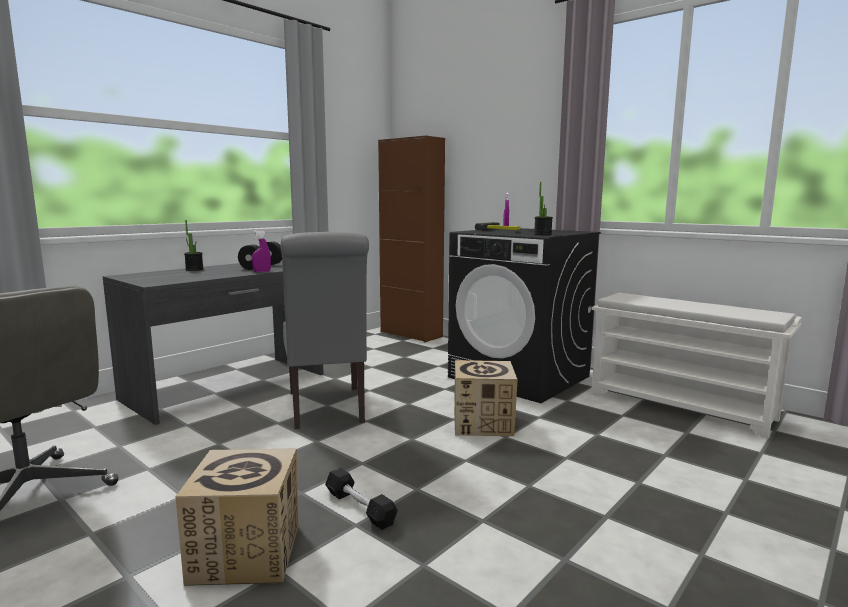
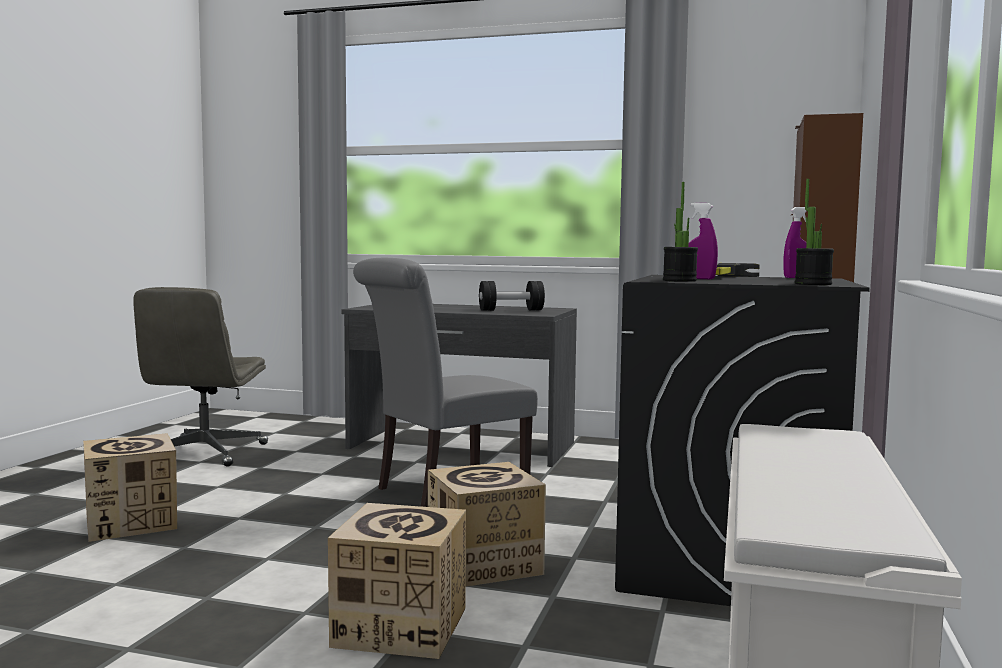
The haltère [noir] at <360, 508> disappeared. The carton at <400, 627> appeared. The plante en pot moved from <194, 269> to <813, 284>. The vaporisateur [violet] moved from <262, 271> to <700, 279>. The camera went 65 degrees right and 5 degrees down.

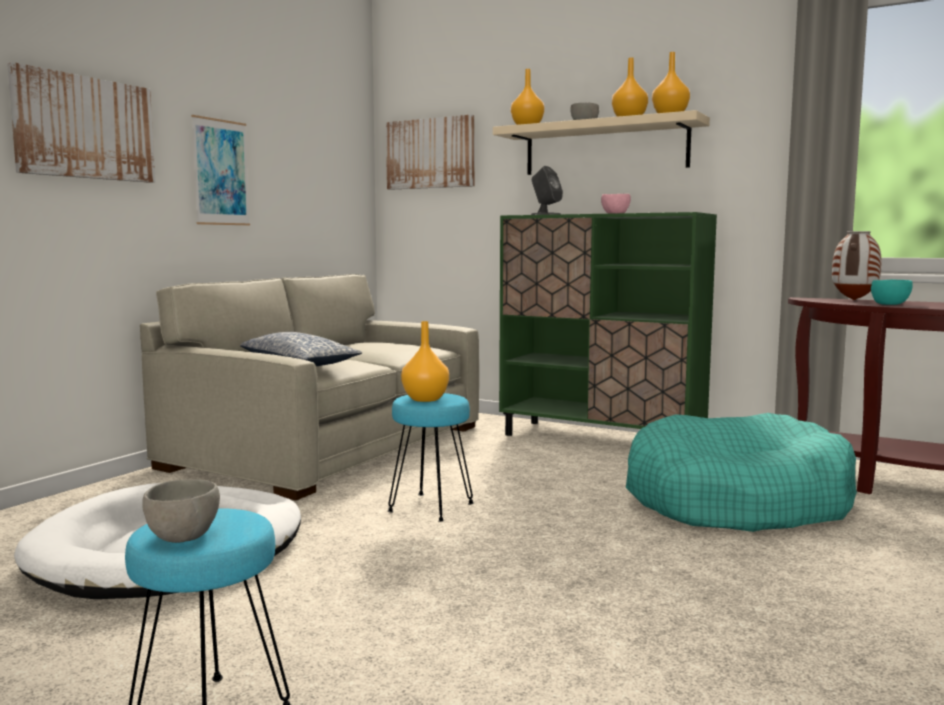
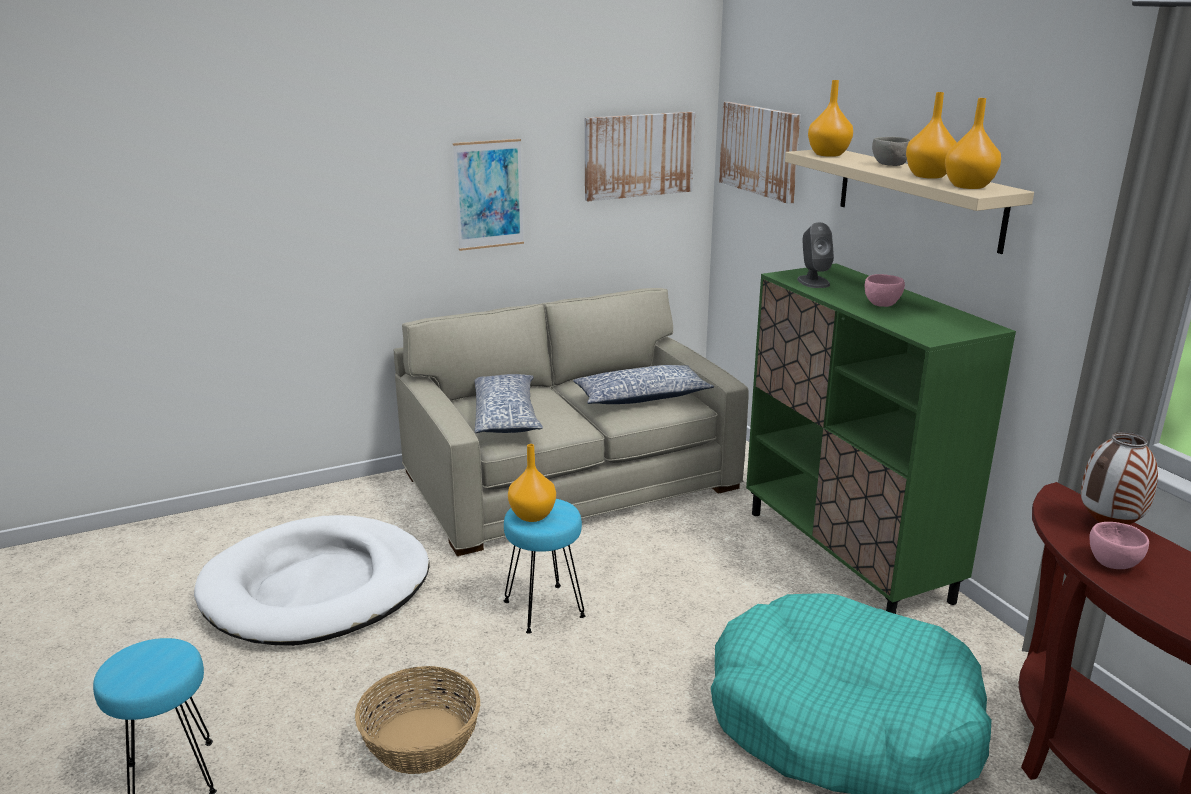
The bol [gris] at <181, 536> disappeared. The panier at <421, 739> appeared. The coussin at <641, 397> appeared. The tableau moved from <85, 128> to <638, 155>. The bol [turquoise] at <889, 304> became the bol [rose] at <1113, 562>. The camera went 35 degrees right and 15 degrees up.

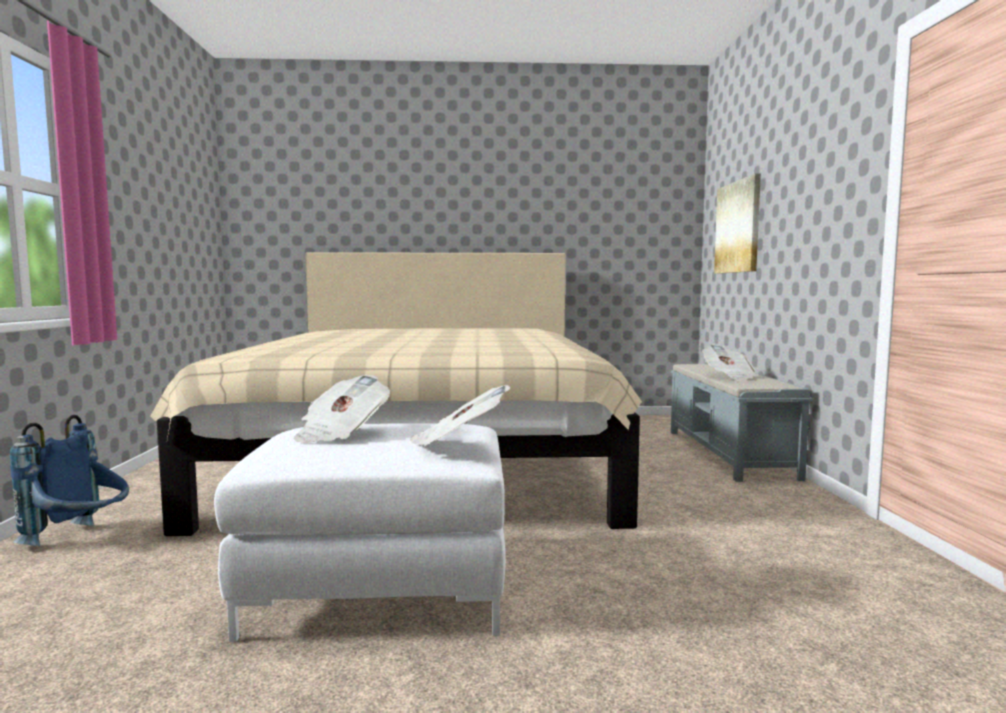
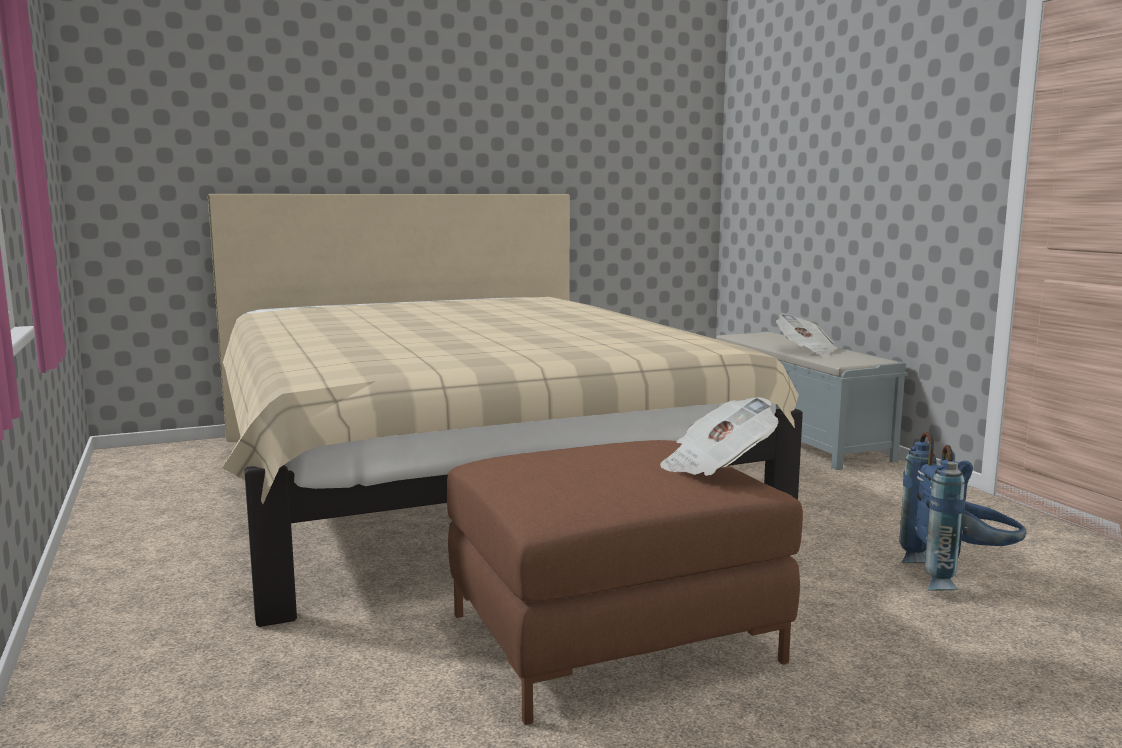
The journal at <341, 433> disappeared. The tableau at <738, 227> disappeared. The sac à dos [bleu] moved from <81, 539> to <958, 578>. The pouf [blanc] at <383, 586> became the pouf [marron] at <613, 637>. The camera went 20 degrees left and 5 degrees up.

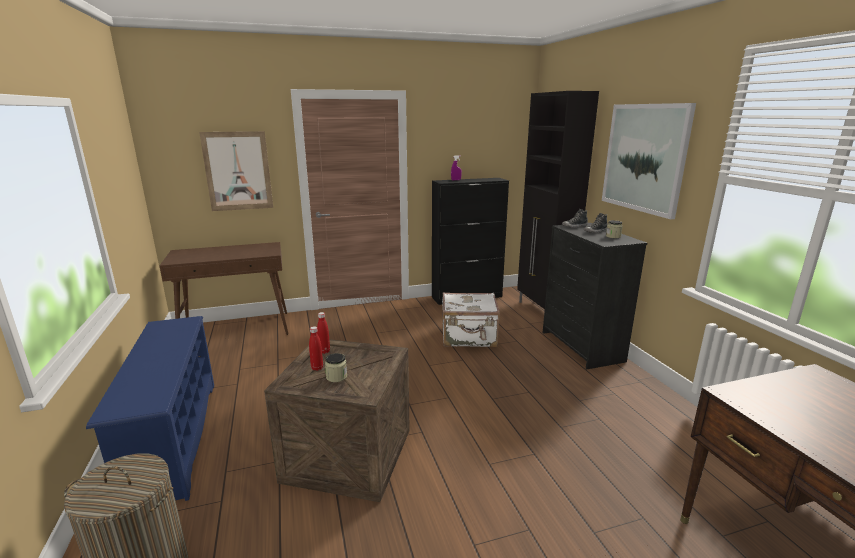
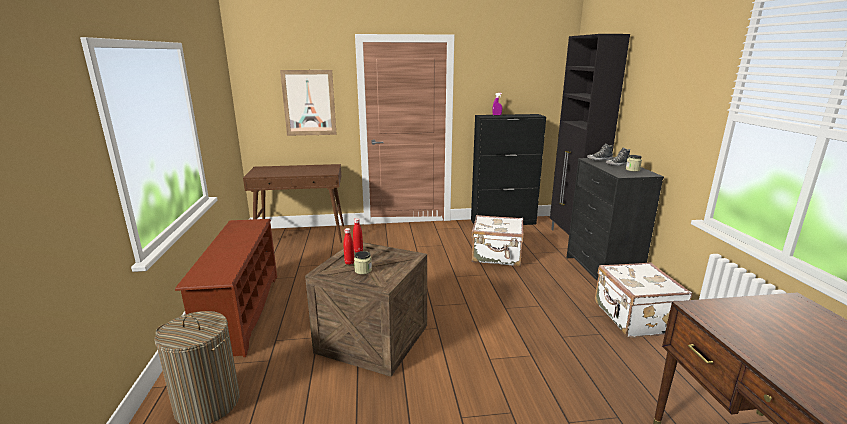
The tableau at <644, 158> disappeared. The valise [blanc] at <634, 318> appeared. The étagère à chaussures [bleu] at <173, 437> became the étagère à chaussures [marron] at <241, 312>. The camera went 10 degrees right and 0 degrees up.

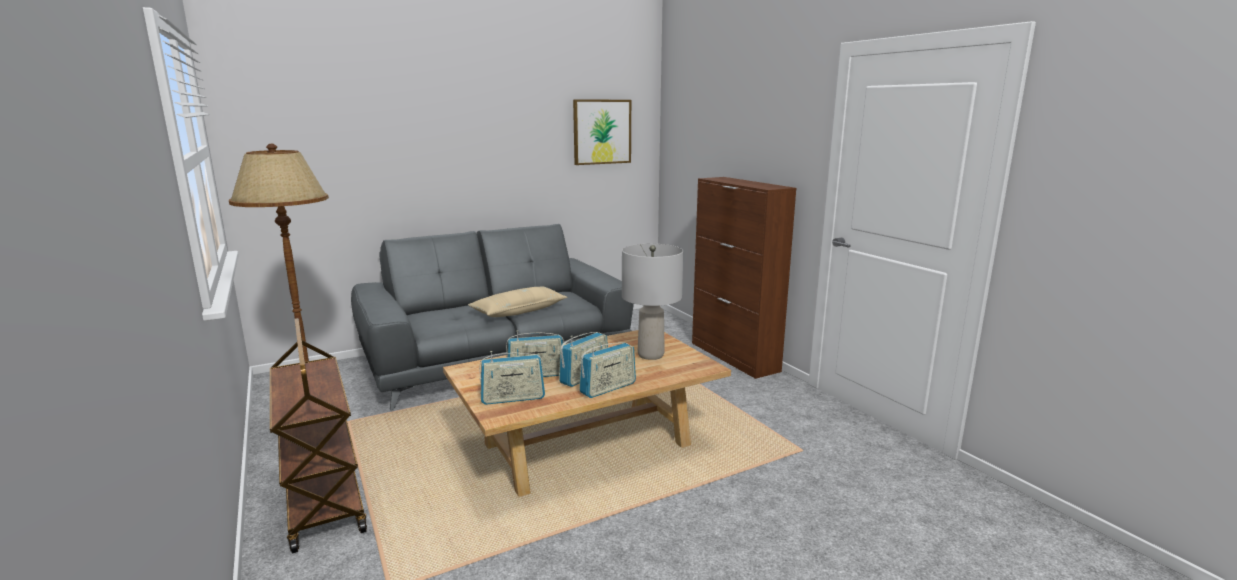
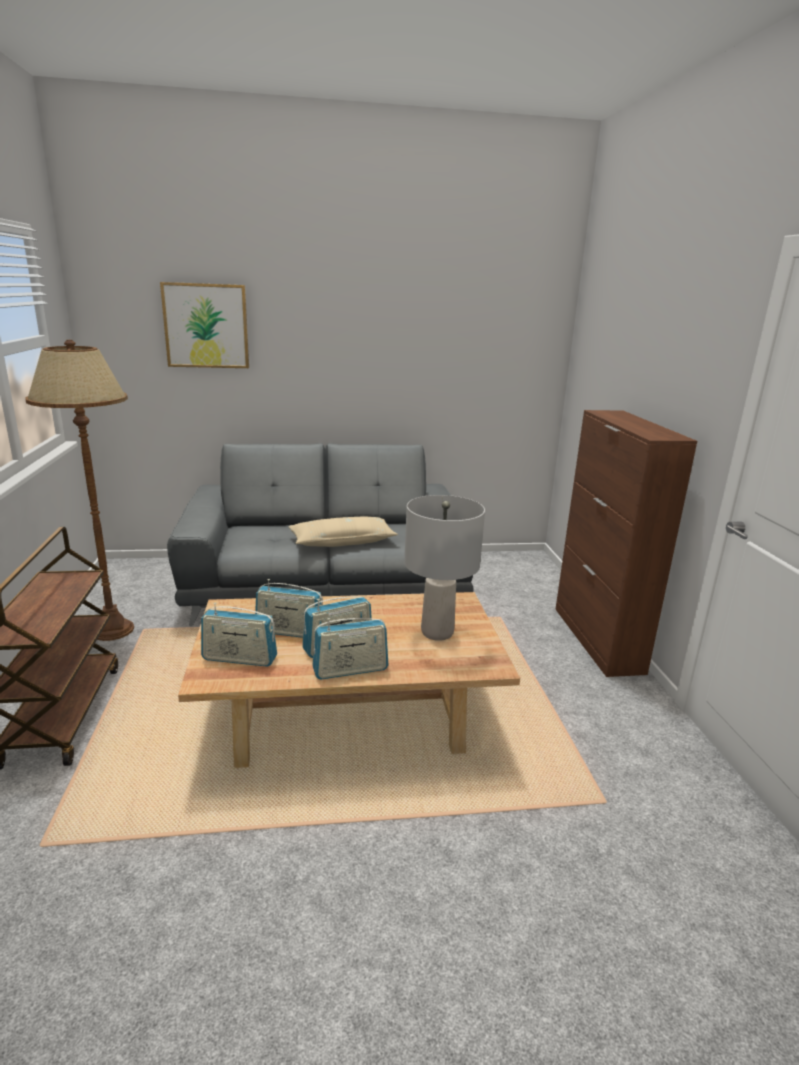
The tableau moved from <602, 132> to <206, 326>. The camera went 20 degrees right and 5 degrees up.

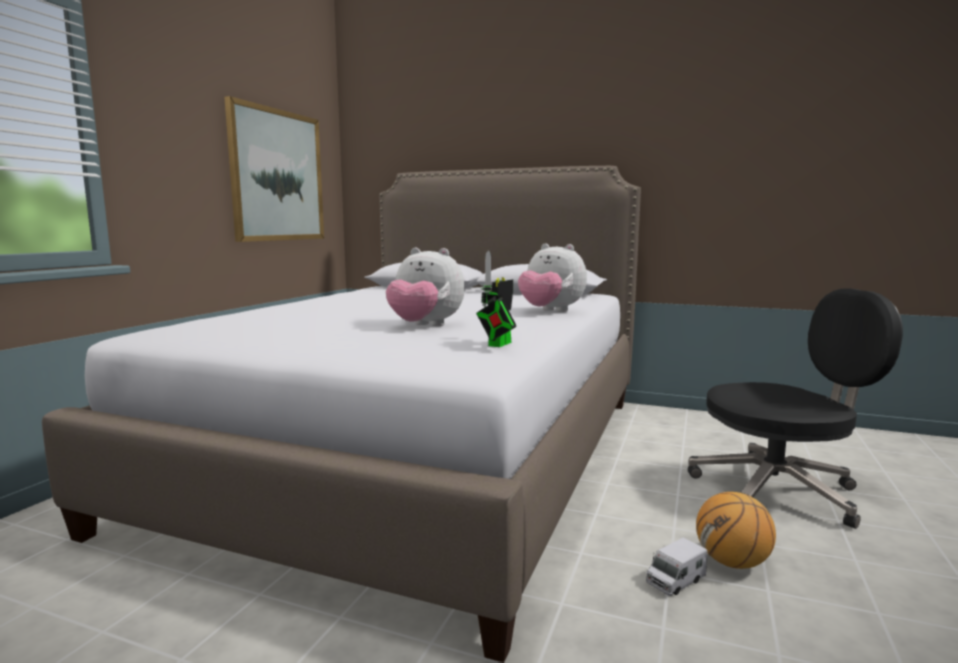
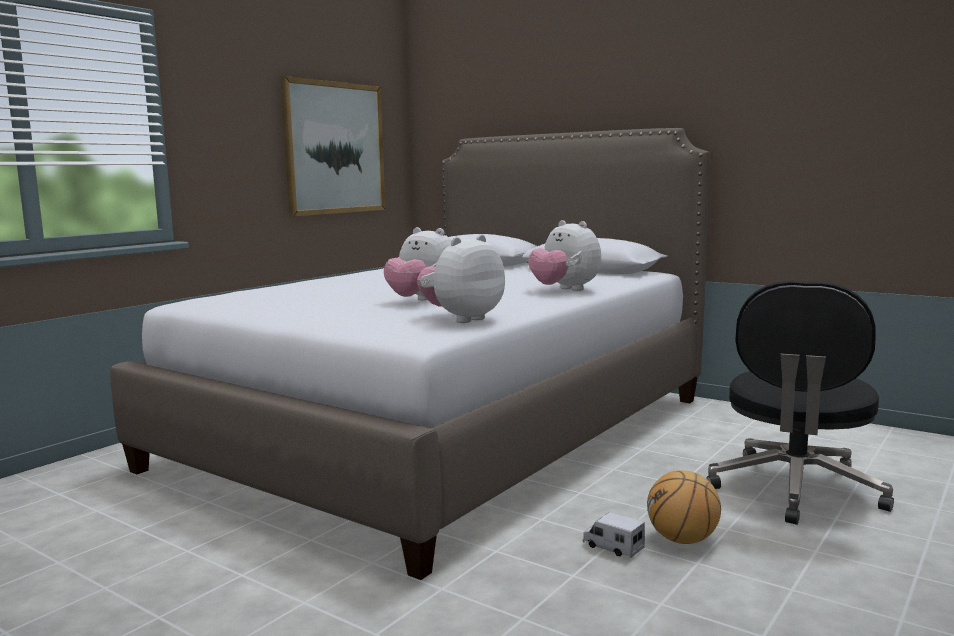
The robot jouet at <497, 345> was replaced by the peluche at <462, 319>. The camion jouet at <675, 581> turned 60 degrees clockwise. The chaise de bureau [noir] at <779, 491> turned 105 degrees clockwise. The camera went 15 degrees right and 0 degrees up.

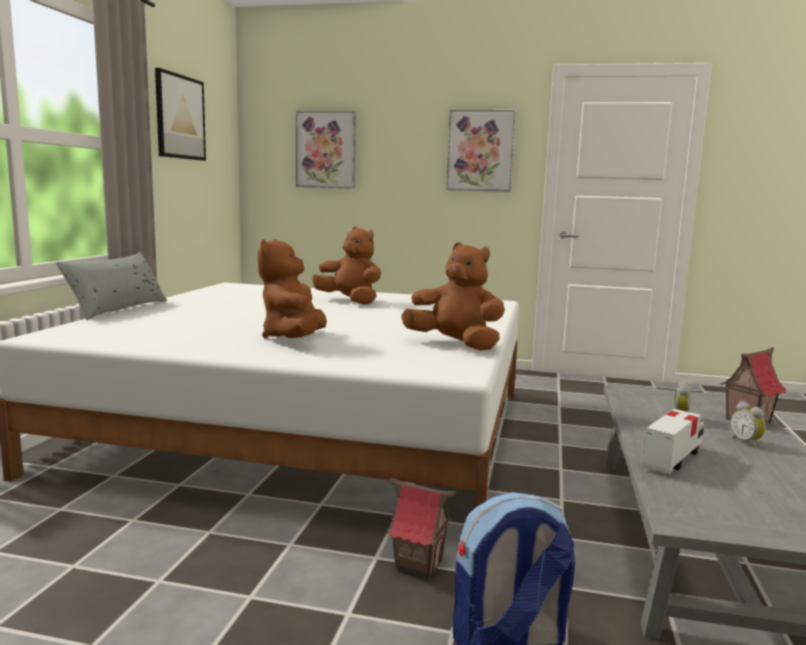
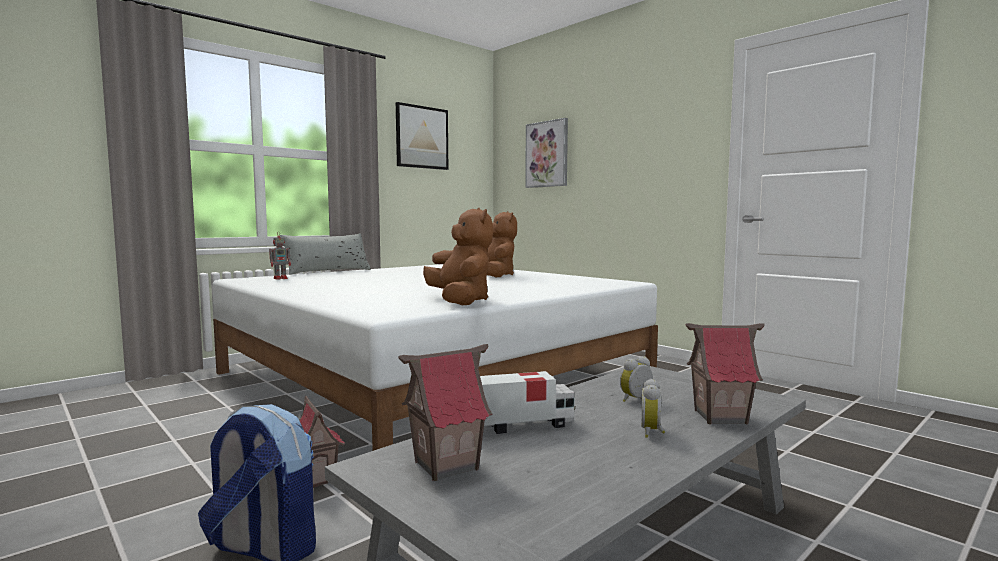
The peluche [marron] at <294, 339> disappeared. The tableau at <480, 151> disappeared. The robot jouet at <281, 278> appeared. The maison miniature at <445, 465> appeared. The camera went 35 degrees right and 5 degrees down.

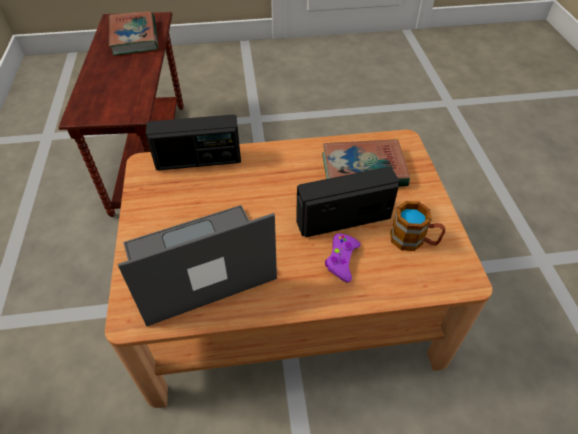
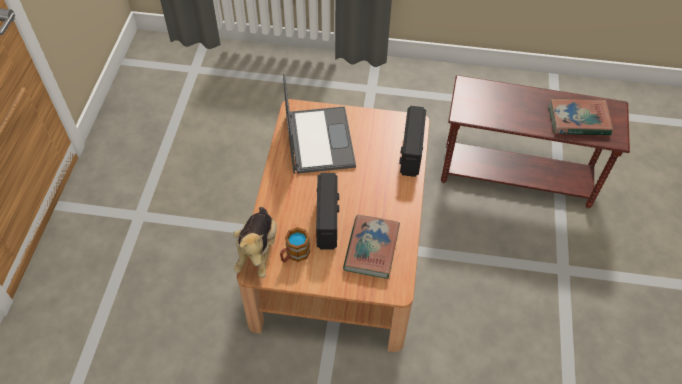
The manette [violet] at <341, 260> disappeared. The peluche at <258, 251> appeared. The camera went 105 degrees right and 5 degrees up.

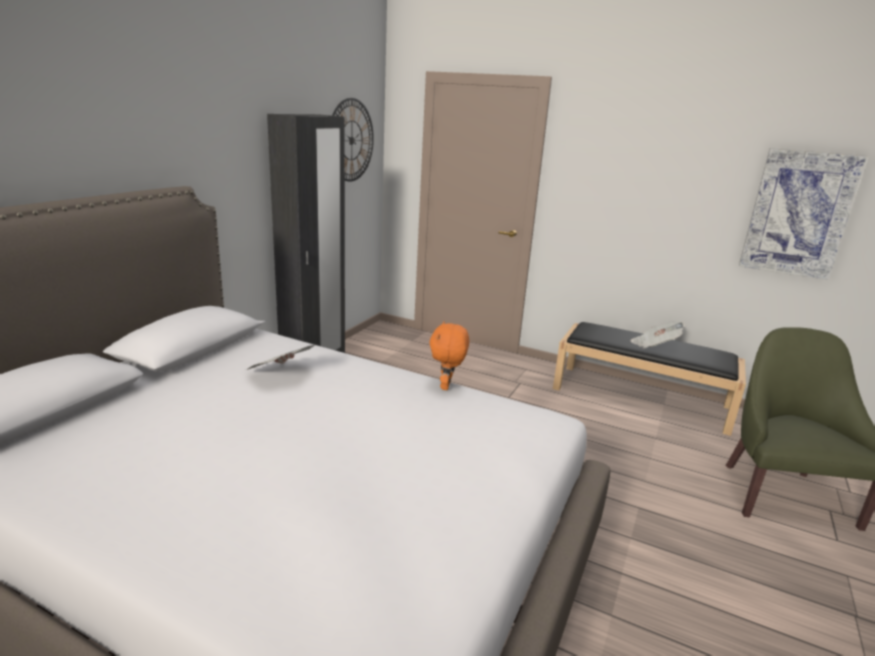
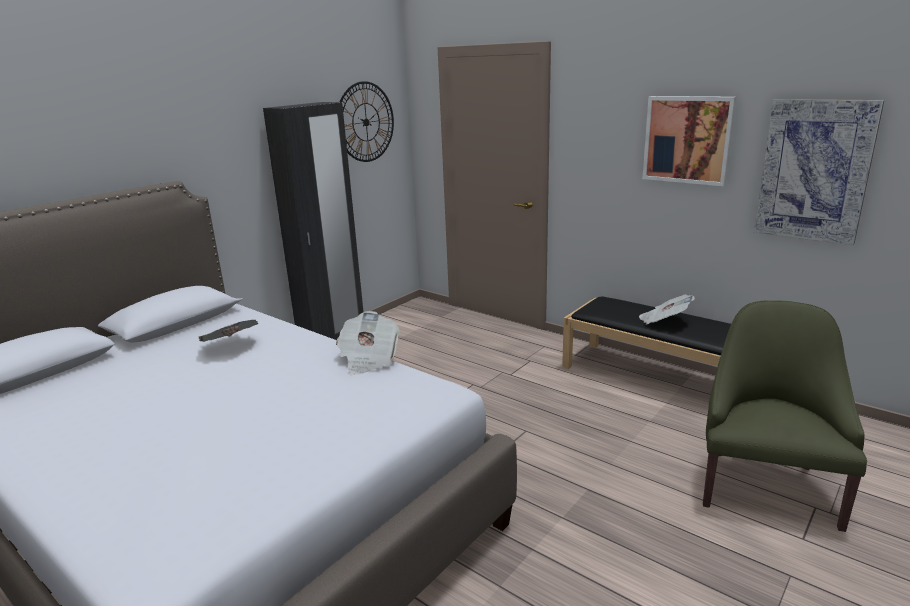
The tableau at <687, 140> appeared. The peluche [orange] at <447, 386> was replaced by the journal at <368, 359>. The camera went 15 degrees right and 0 degrees up.

